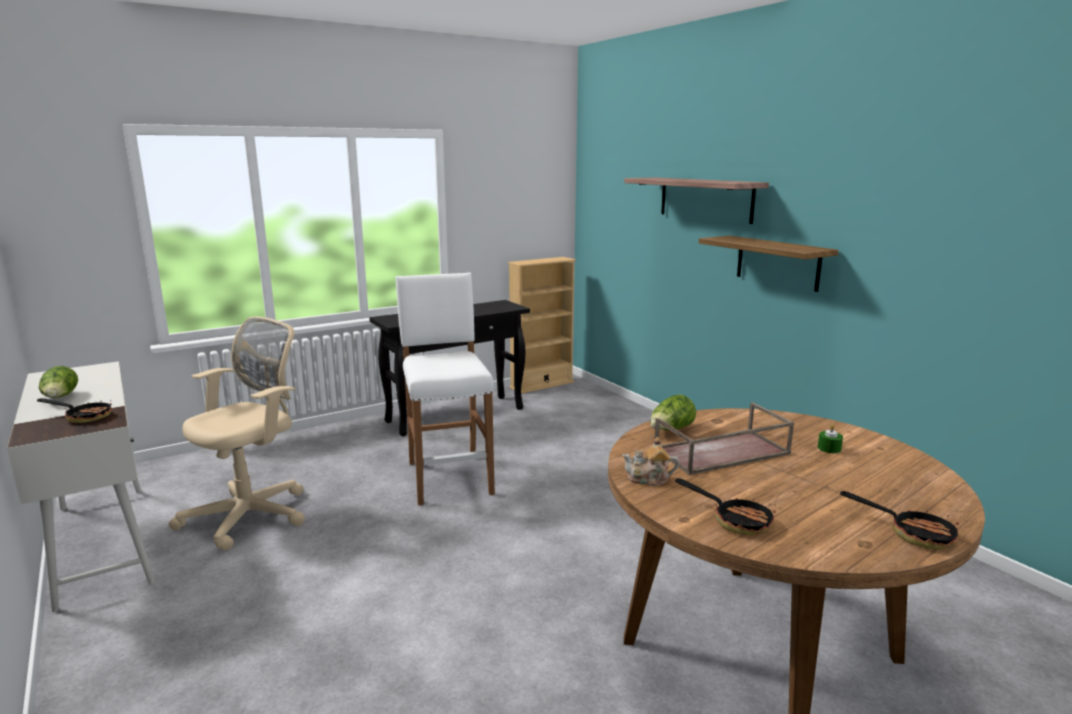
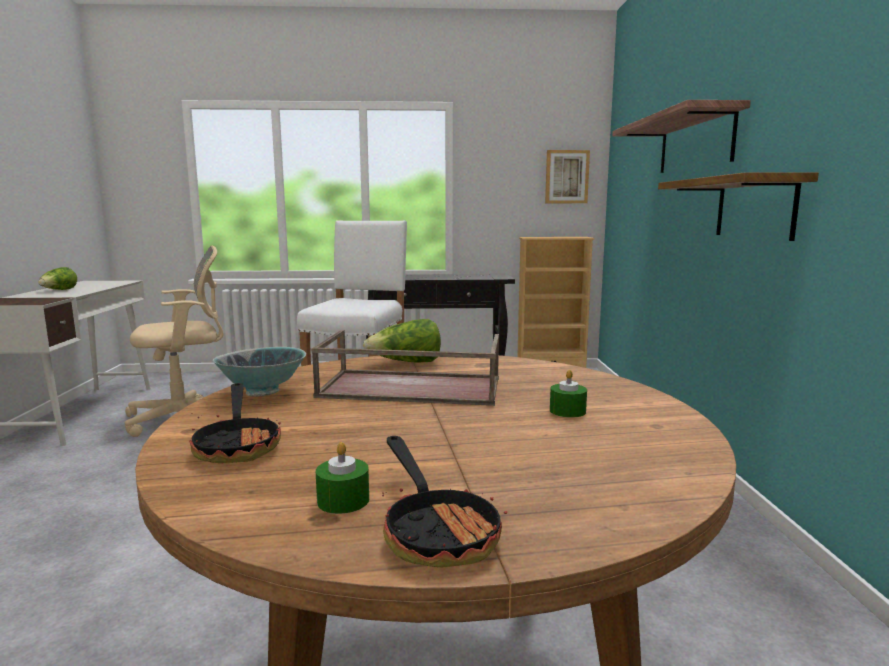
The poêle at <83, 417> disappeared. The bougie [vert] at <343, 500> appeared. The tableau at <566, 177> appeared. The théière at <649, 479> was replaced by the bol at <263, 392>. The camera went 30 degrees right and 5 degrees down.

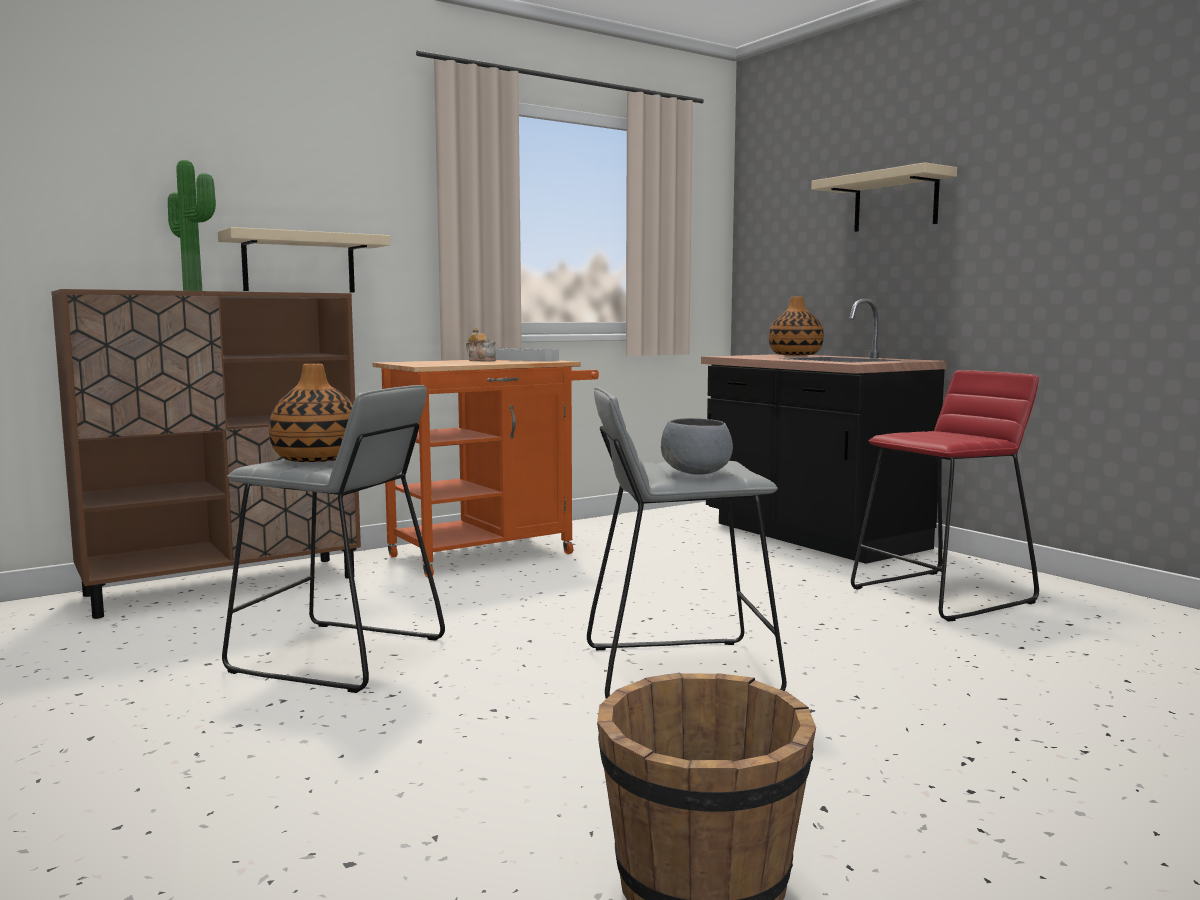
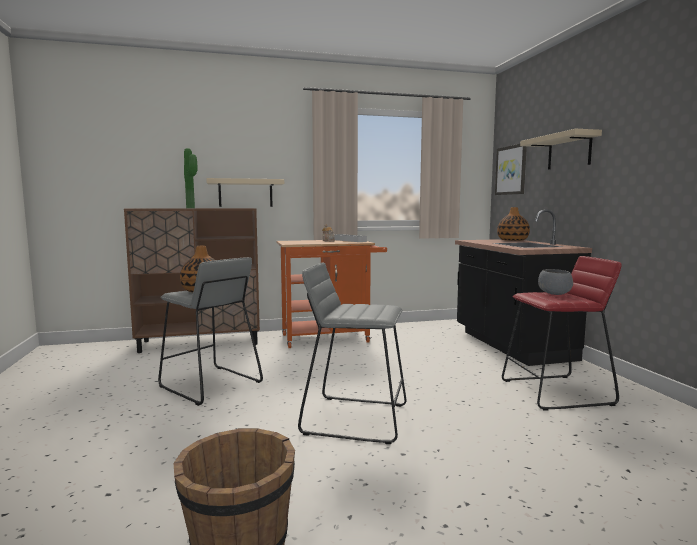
The tableau at <511, 170> appeared. The bol [gris] moved from <696, 473> to <554, 294>. The camera went 20 degrees right and 0 degrees up.

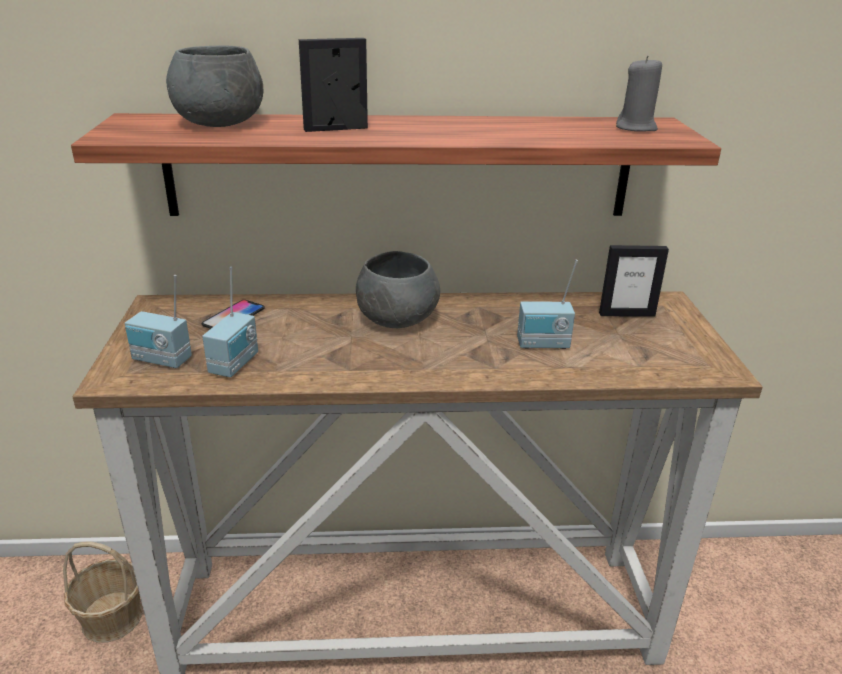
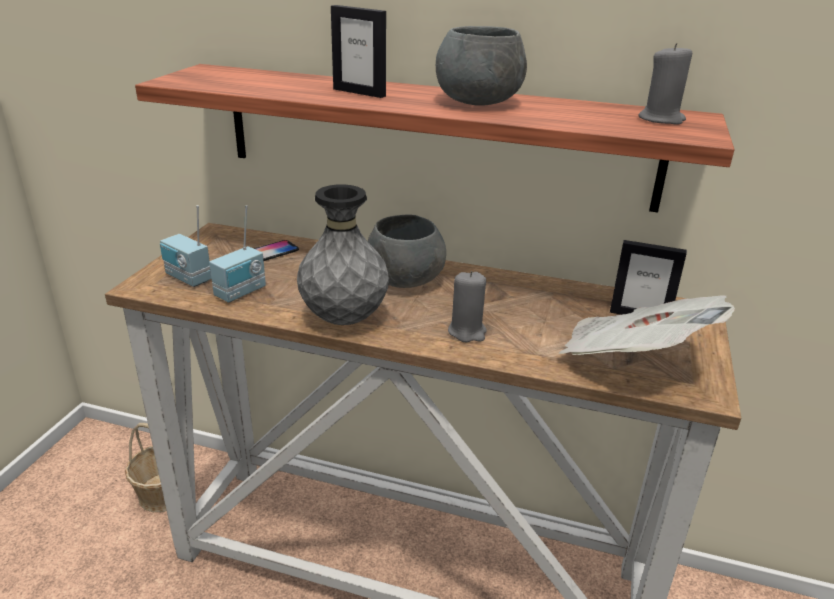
The radio at <543, 345> disappeared. The vase [gris] at <344, 320> appeared. The bougie [gris] at <467, 332> appeared. The journal at <631, 359> appeared. The bol [gris] moved from <220, 124> to <479, 102>. The cadre photo at <336, 129> turned 150 degrees counterclockwise. The camera went 20 degrees right and 0 degrees up.

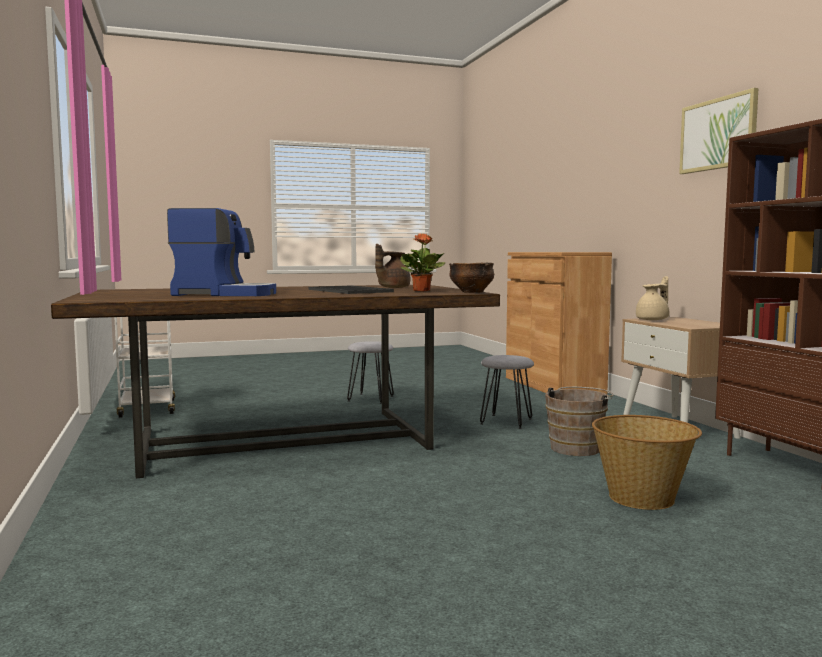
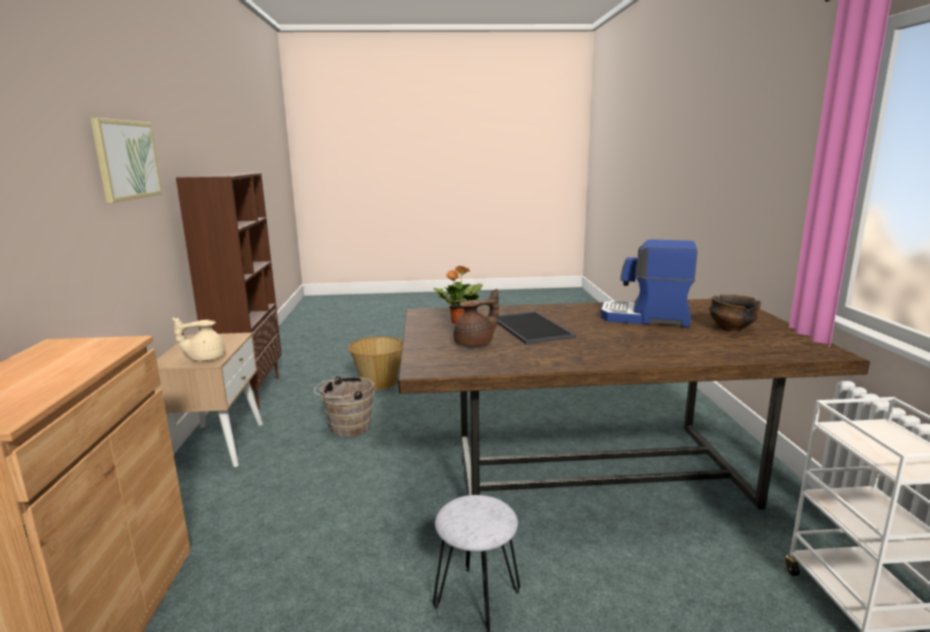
The tabouret [gris] at <506, 421> disappeared. The bol moved from <471, 292> to <731, 328>. The camera went 165 degrees left and 10 degrees up.

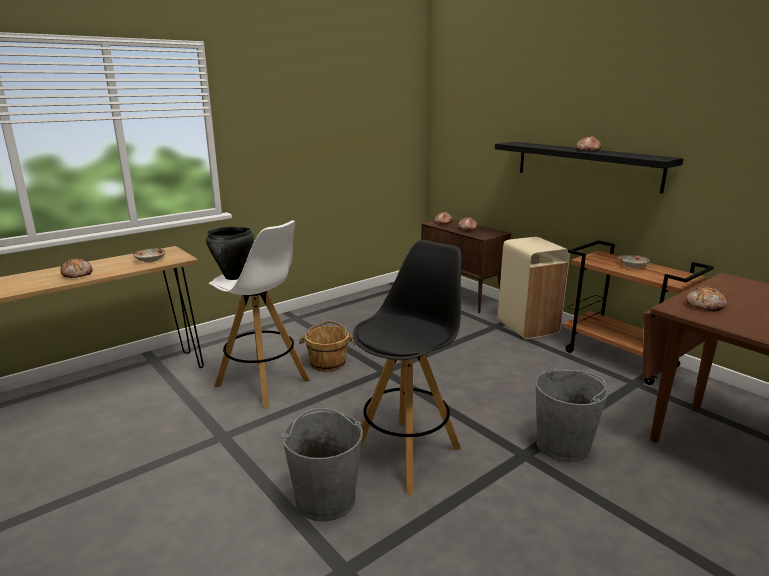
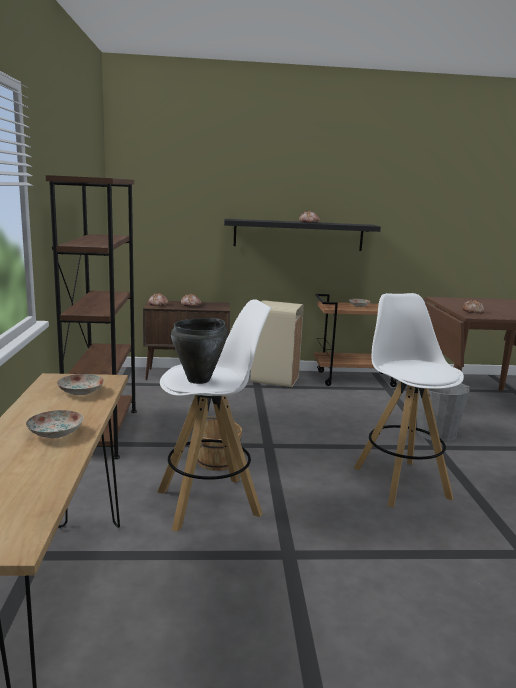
The seau [gris] at <325, 498> disappeared. The bibliothèque [marron] at <103, 432> appeared. The pain at <78, 274> was replaced by the assiette at <55, 433>. The tabouret [noir] at <406, 453> became the tabouret [blanc] at <400, 481>. The camera went 55 degrees left and 5 degrees down.

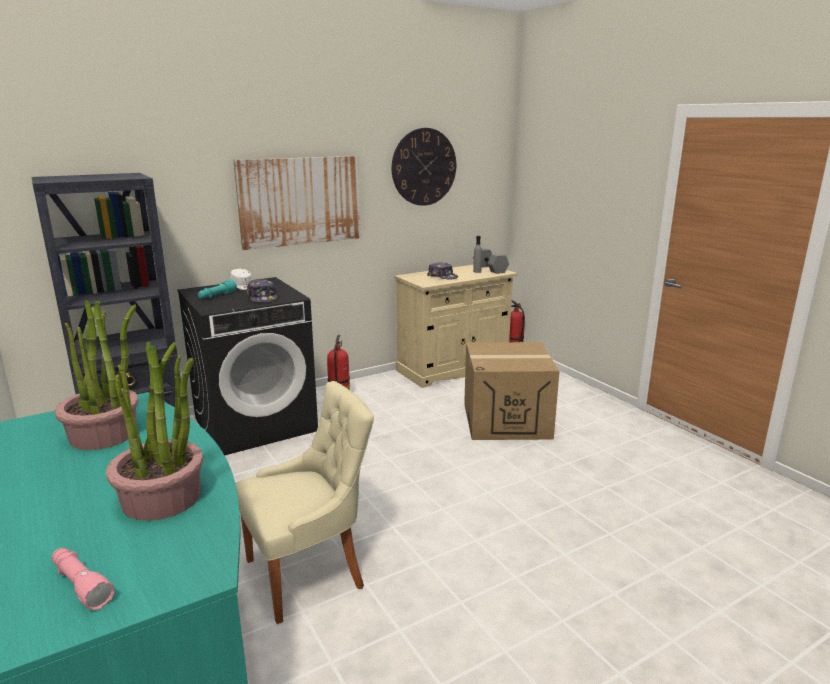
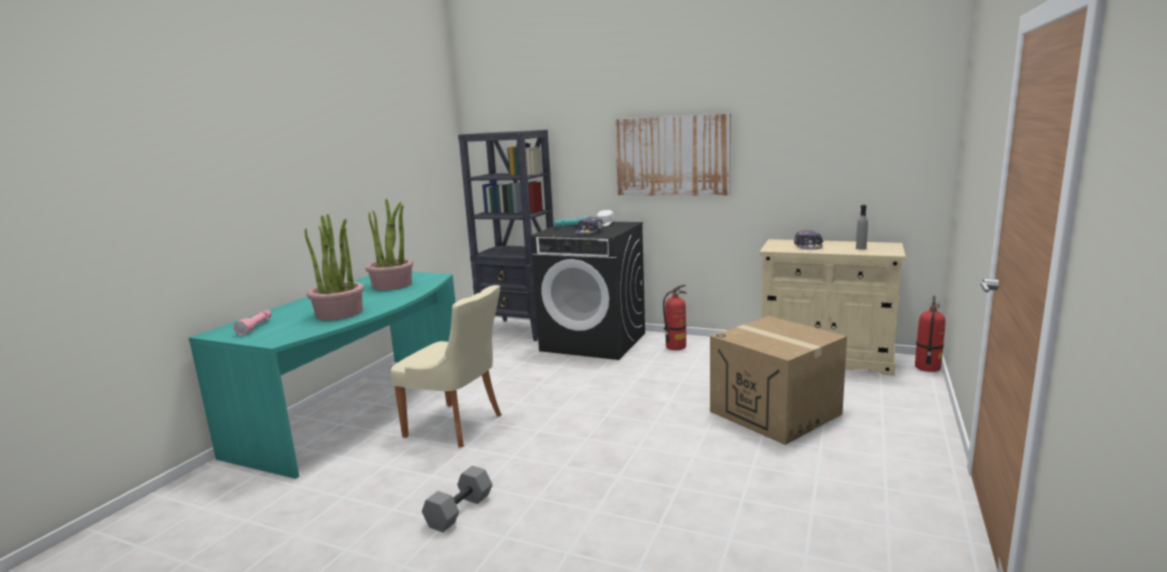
The horloge murale at <424, 167> disappeared. The haltère [gris] moved from <489, 269> to <459, 510>. The camera went 55 degrees right and 5 degrees down.

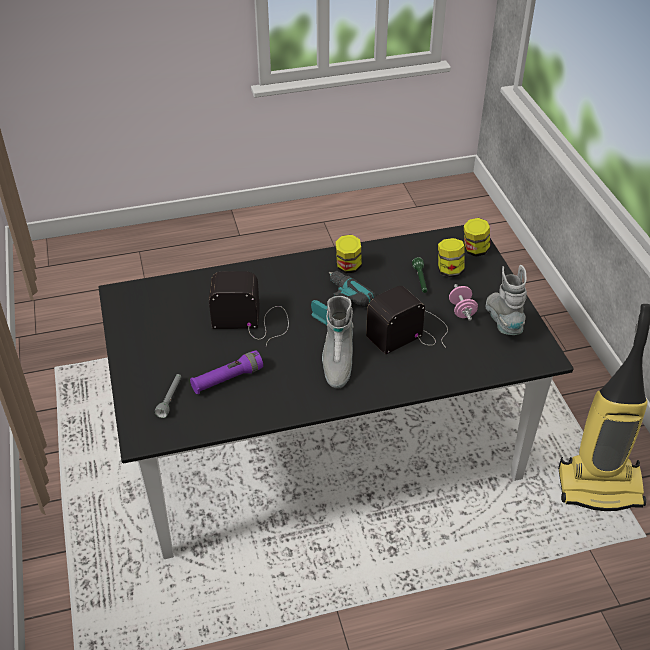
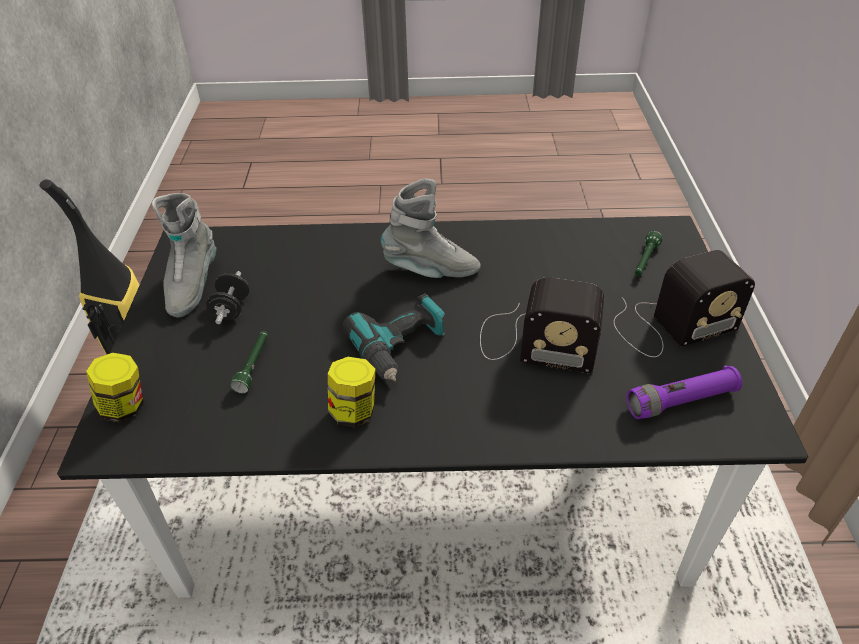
The bocal at <449, 271> disappeared. The lampe de poche [violet] moved from <227, 379> to <680, 401>. The radio moved from <410, 331> to <669, 326>. The lampe de poche [gris] at <170, 398> became the lampe de poche [vert] at <645, 261>. The haltère [rose] at <462, 310> became the haltère [noir] at <231, 309>. The botte [gris] at <337, 362> turned 75 degrees clockwise. The camera went 165 degrees left and 0 degrees up.

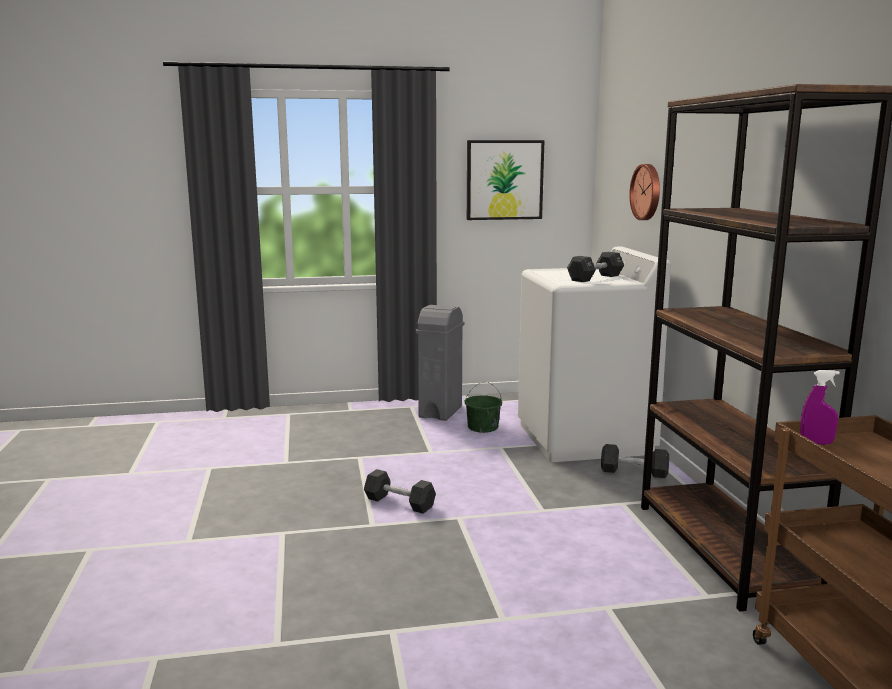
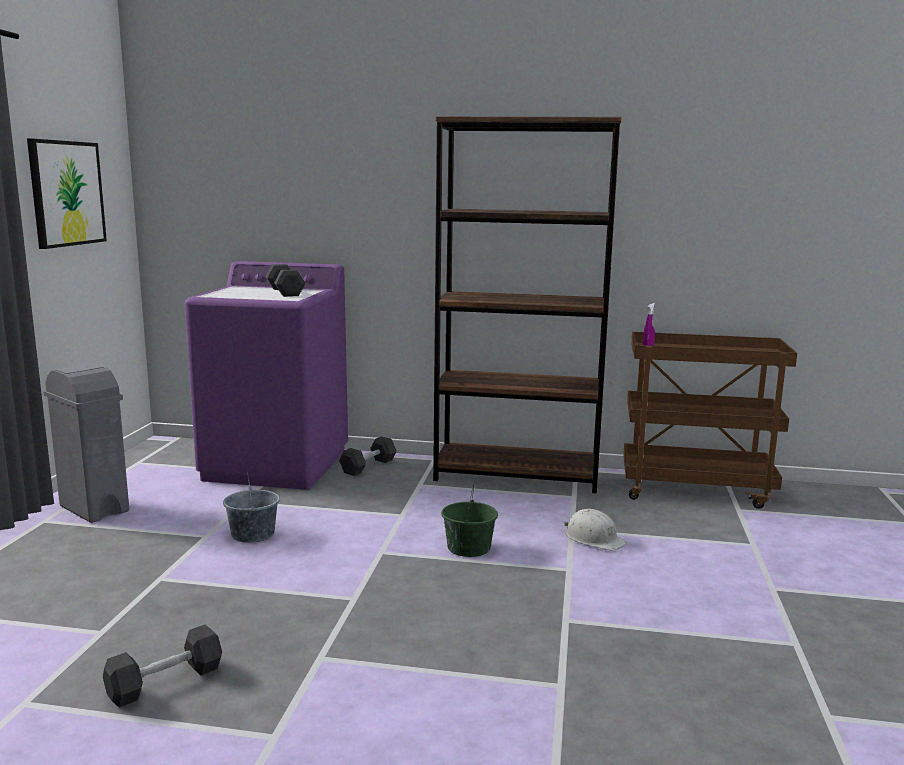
The horloge murale at <647, 192> disappeared. The seau [gris] at <253, 534> appeared. The casque de chantier [blanc] at <594, 538> appeared. The haltère [noir] moved from <399, 503> to <165, 682>. The seau [vert] moved from <483, 427> to <469, 547>. The lave-linge [blanc] at <584, 439> became the lave-linge [violet] at <277, 465>. The camera went 70 degrees left and 0 degrees up.

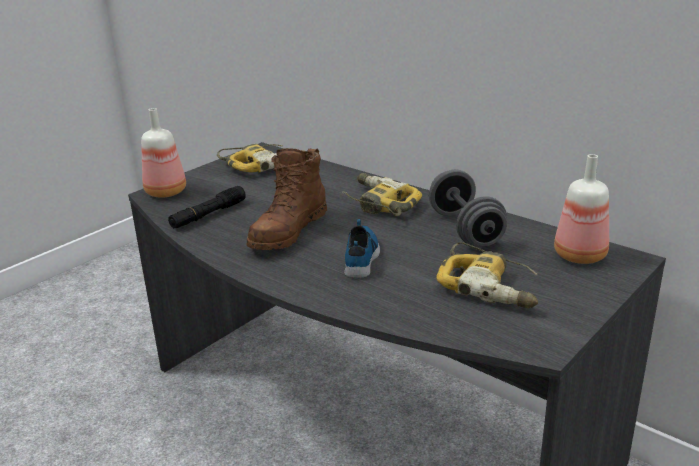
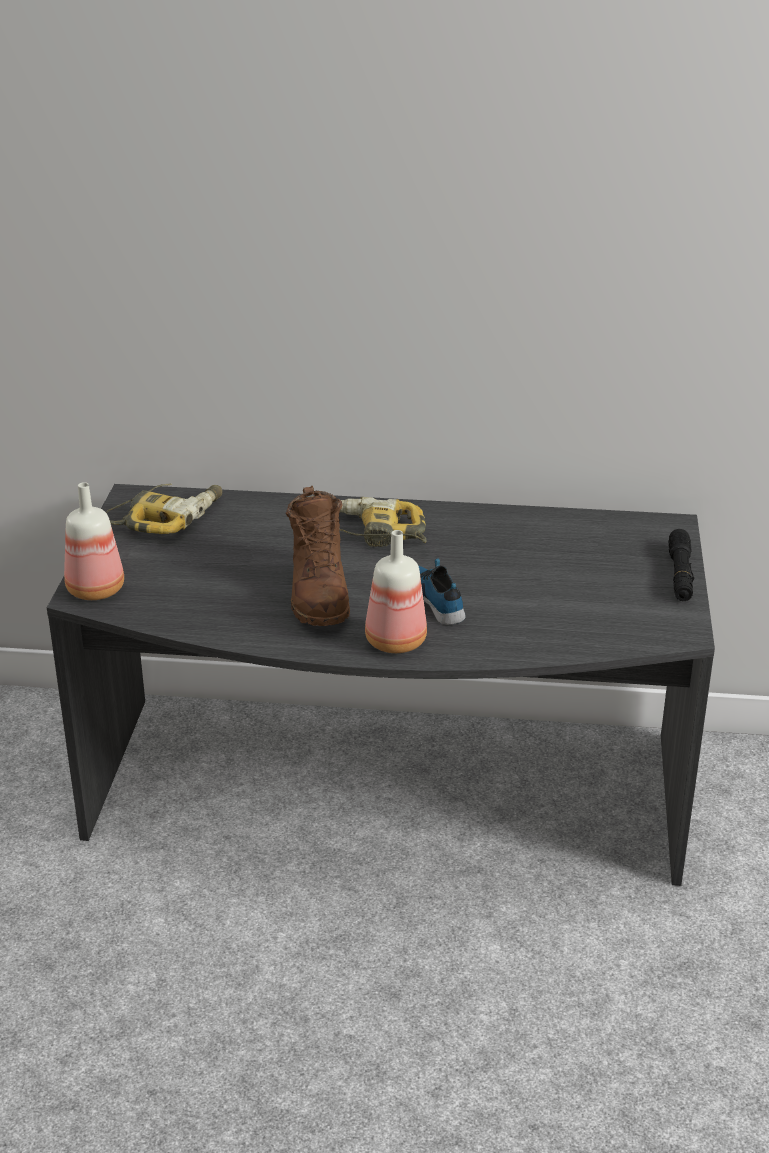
The haltère [gris] at <465, 229> disappeared. The perceuse at <490, 286> disappeared. The lampe de poche [noir] moved from <208, 215> to <680, 574>. The bouteille moved from <578, 255> to <394, 642>. The camera went 35 degrees left and 5 degrees up.

